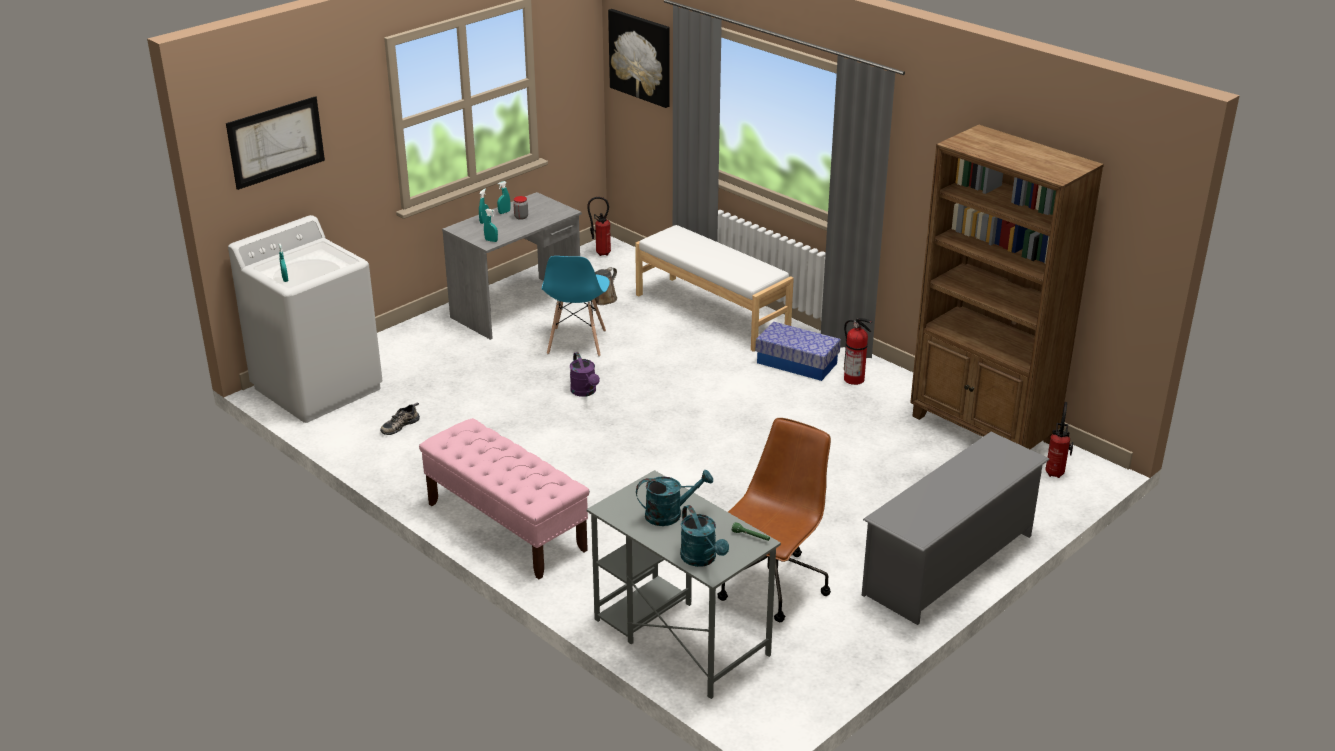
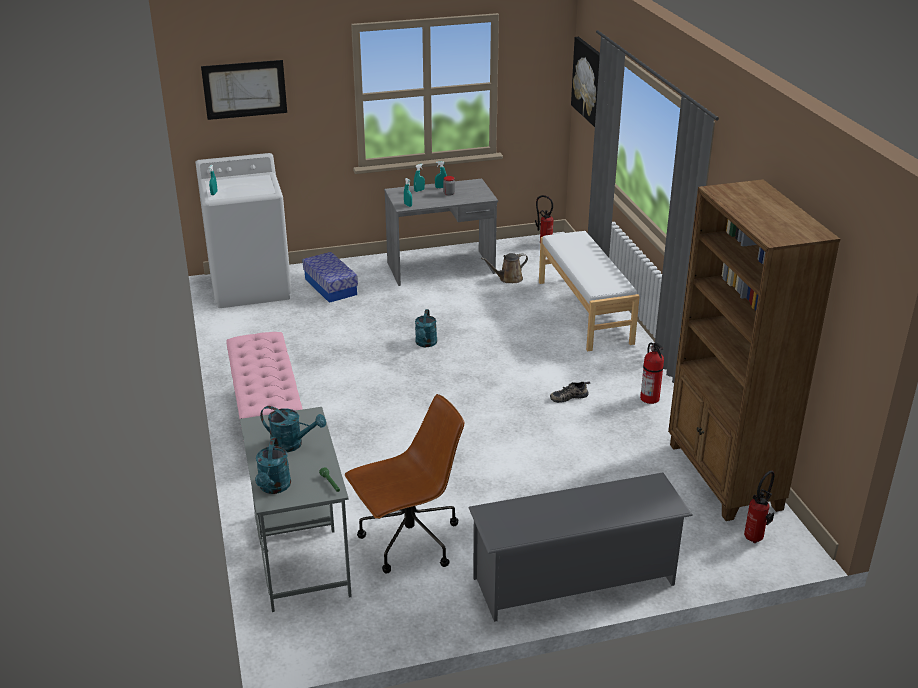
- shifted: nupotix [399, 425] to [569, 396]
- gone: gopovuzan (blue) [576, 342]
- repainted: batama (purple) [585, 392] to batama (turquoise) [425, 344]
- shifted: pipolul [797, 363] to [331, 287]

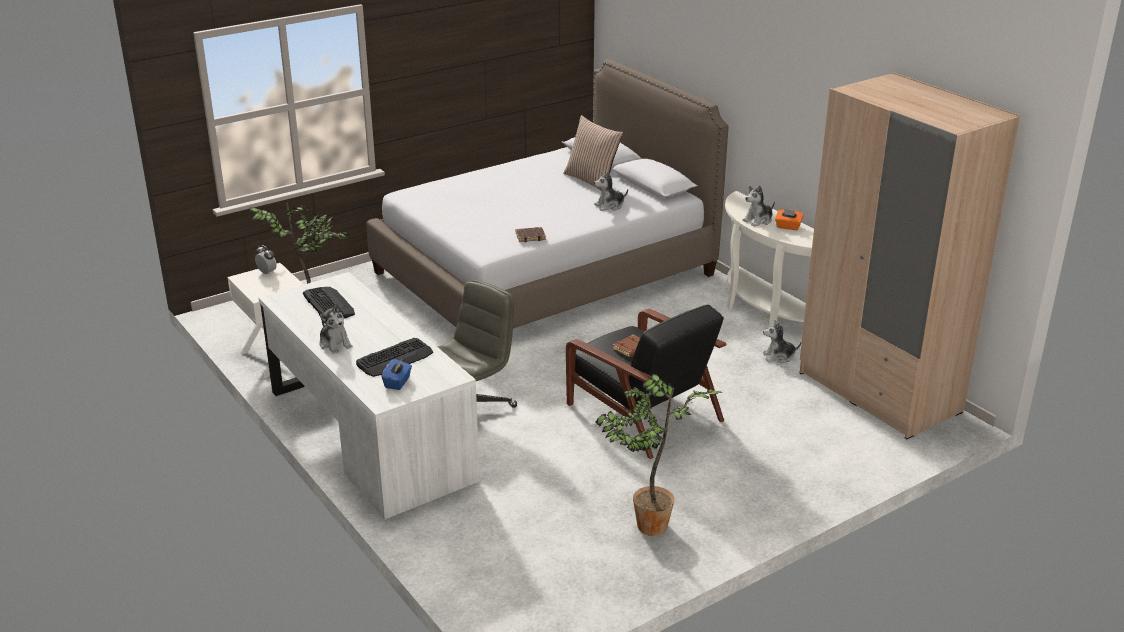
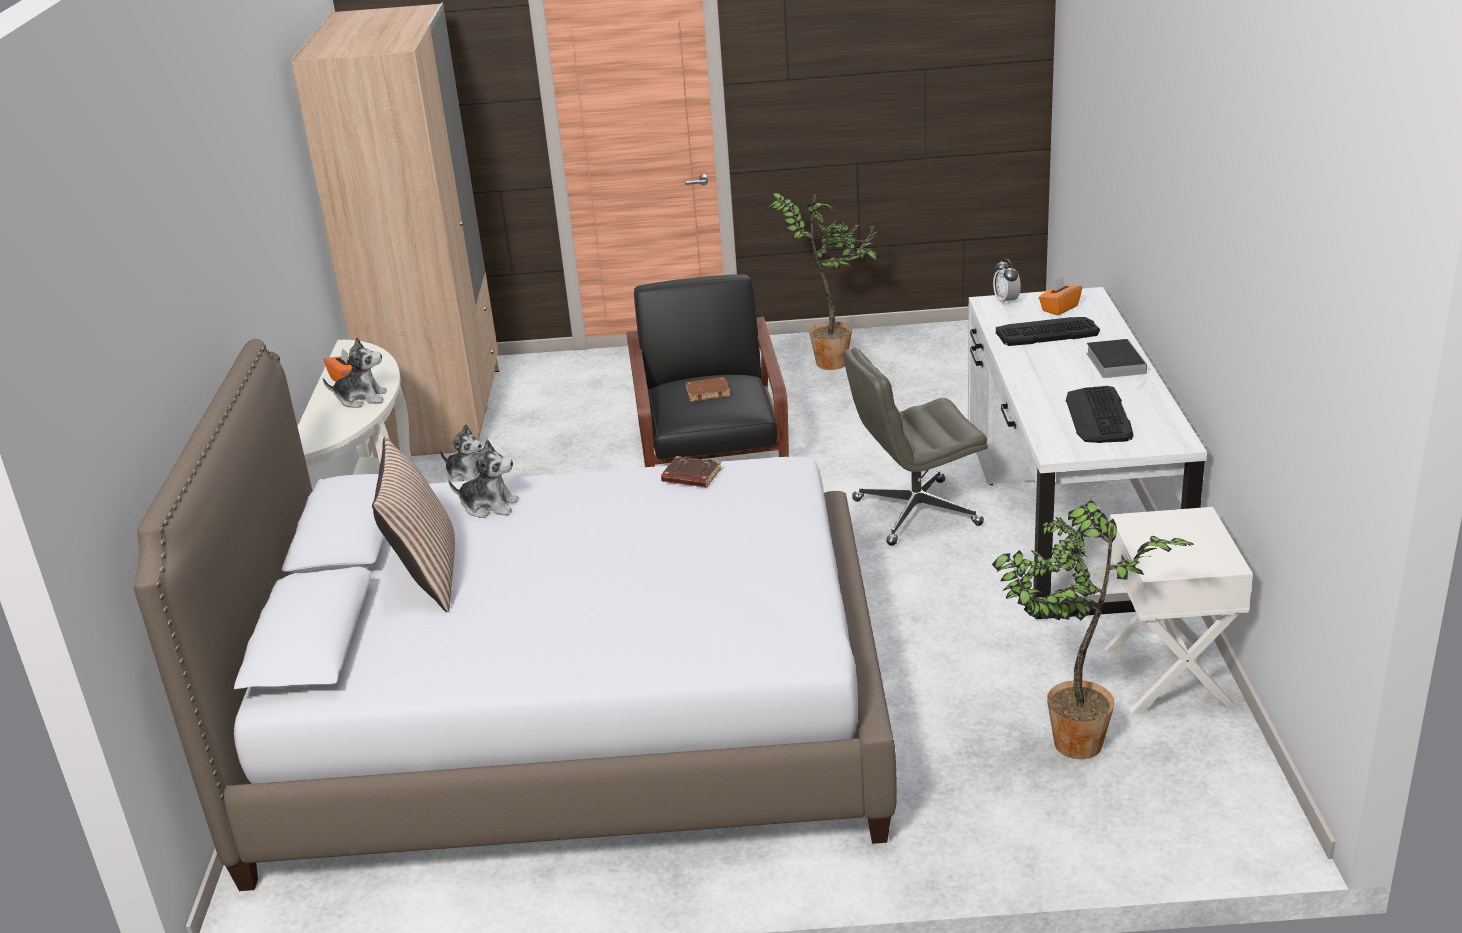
- shifted: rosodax [267, 273] to [1006, 301]
- swapped: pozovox [335, 344] to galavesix [1114, 362]
- repainted: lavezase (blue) [398, 382] to lavezase (orange) [1059, 308]

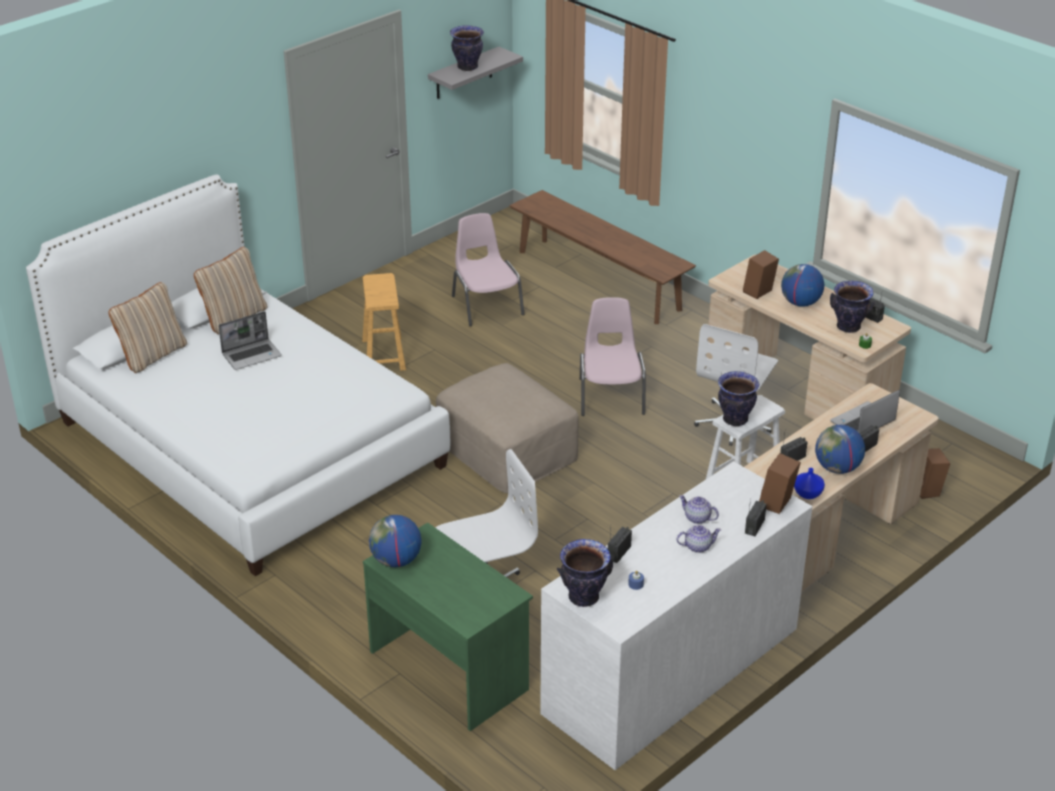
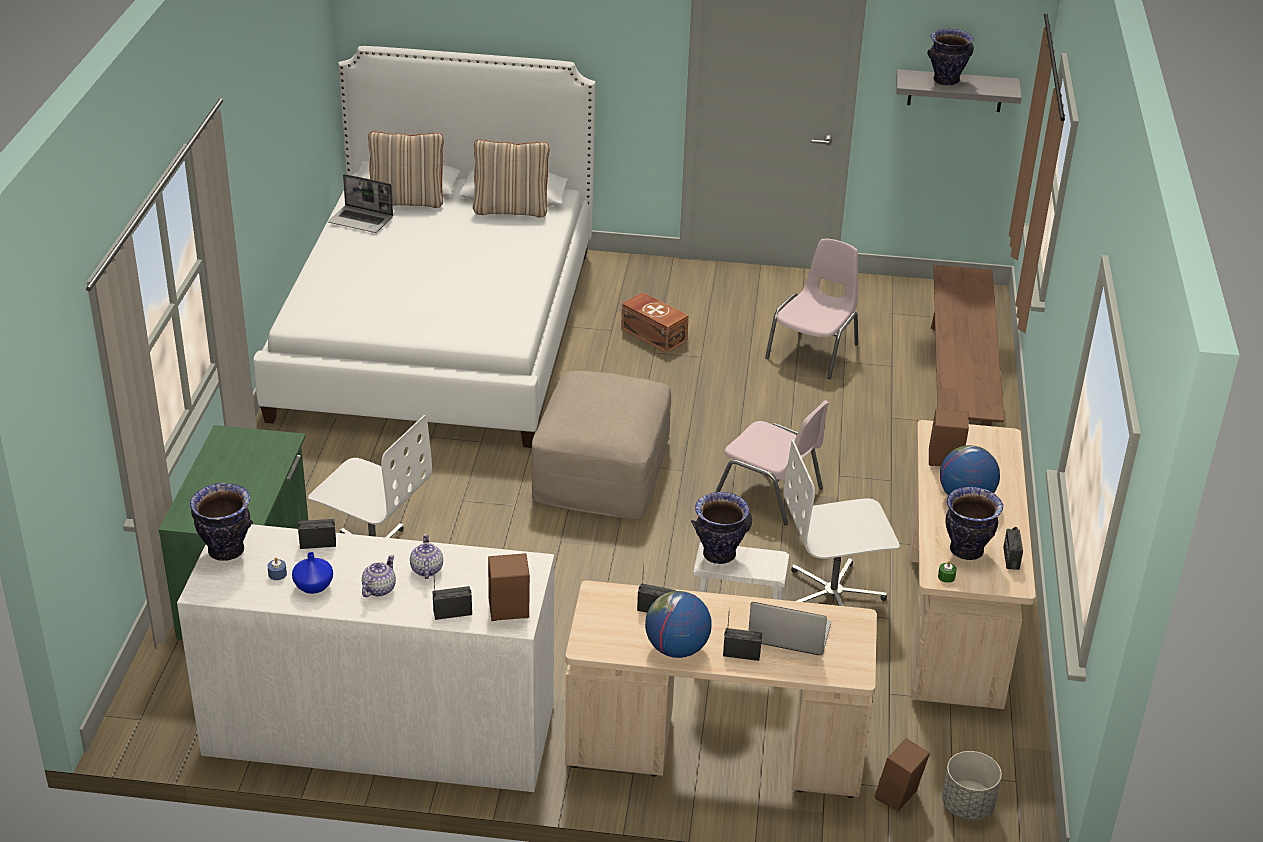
- shifted: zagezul [252, 355] to [362, 220]
- swapped: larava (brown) [383, 355] to pipolul (brown) [654, 334]
- gone: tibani [396, 561]
- rotated: gopovuzan (pink) [611, 395] = [770, 493] 75 degrees clockwise
- rotated: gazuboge [698, 546] = [379, 588] 105 degrees counterclockwise
- shifted: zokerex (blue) [807, 494] to [313, 586]
- new: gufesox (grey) [967, 806]

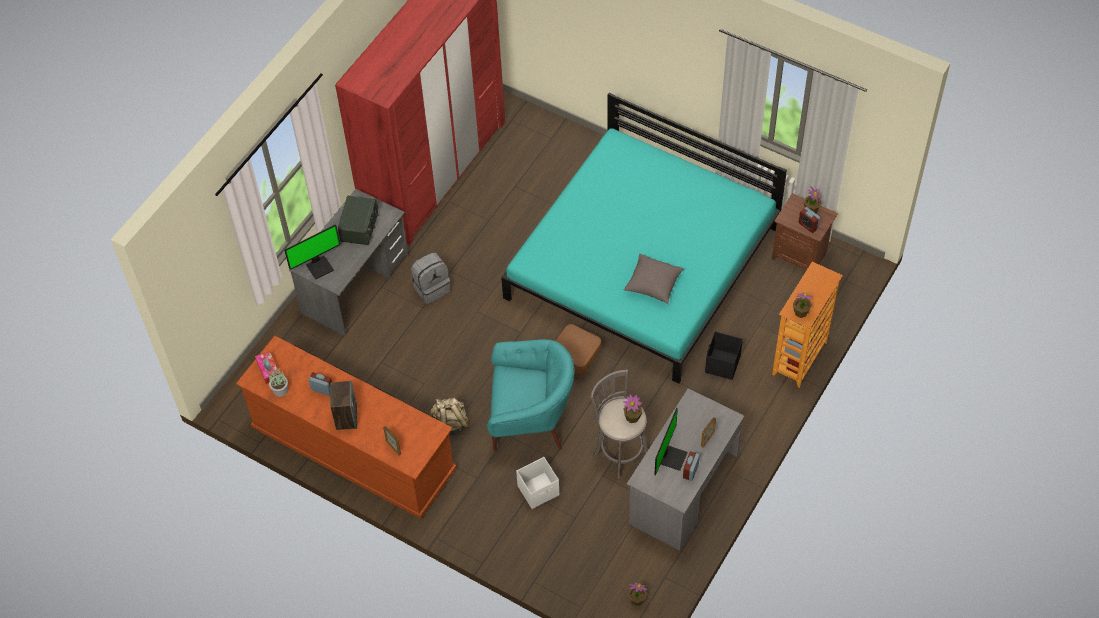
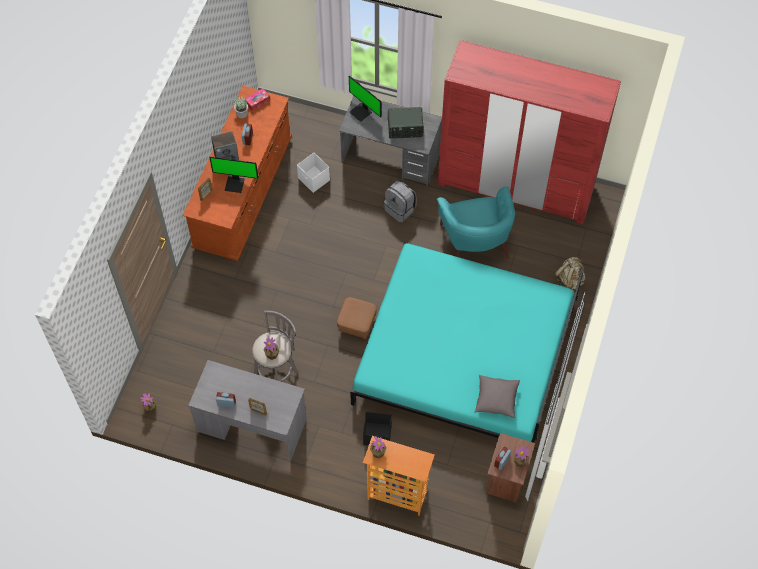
- shifted: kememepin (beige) [450, 424] to [570, 280]
- shifted: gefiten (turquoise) [530, 417] to [475, 241]
- shifted: pipolul (white) [539, 491] to [314, 180]
- shifted: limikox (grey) [653, 284] to [496, 399]
- shifted: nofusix [671, 457] to [235, 184]

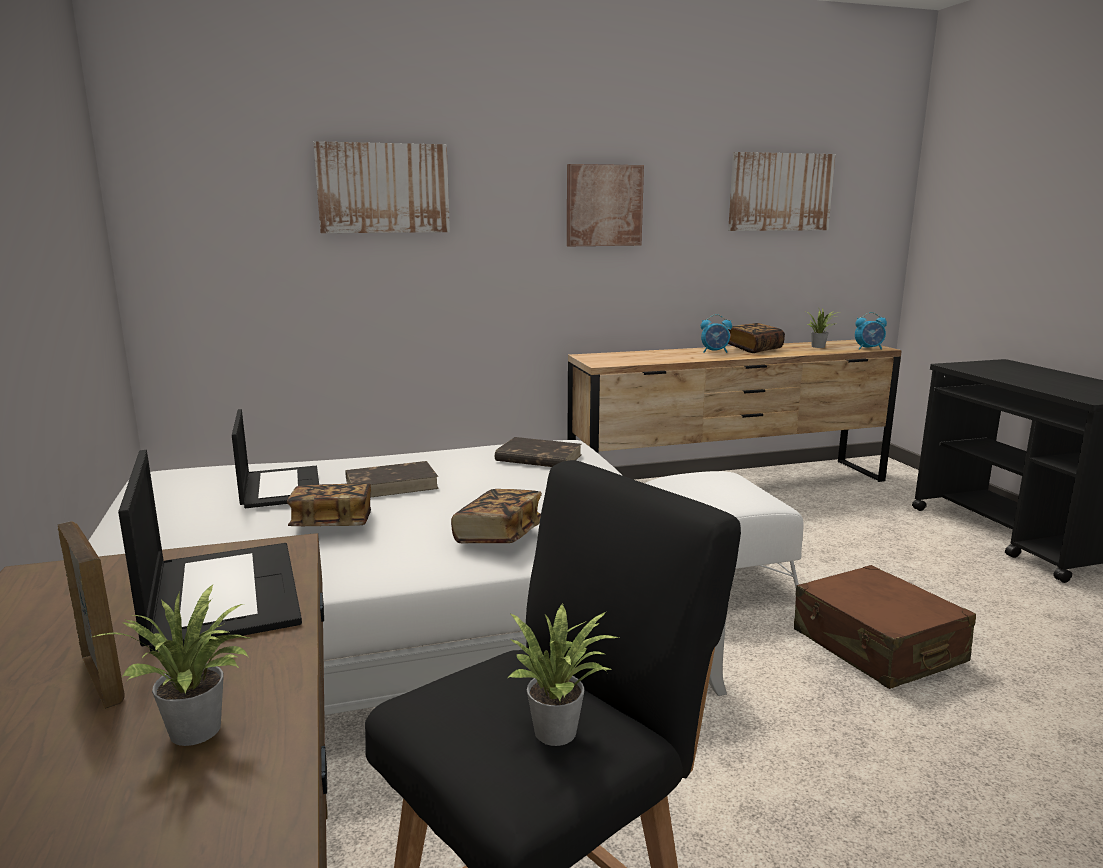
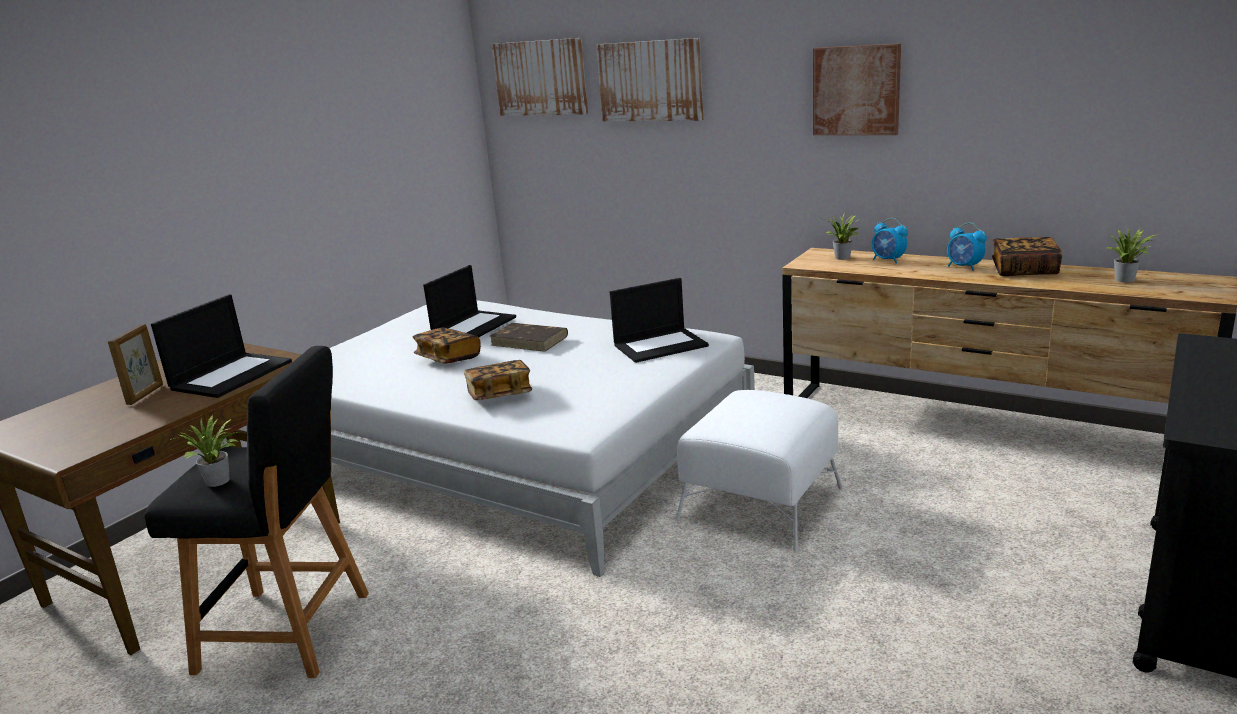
- shifted: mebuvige [198, 733] to [842, 258]
- swapped: galavesix (brown) [538, 458] to zagezul [660, 345]
- shifted: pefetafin [780, 192] to [541, 78]
- gone: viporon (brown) [877, 647]
- shifted: rosodax [869, 349] to [888, 260]

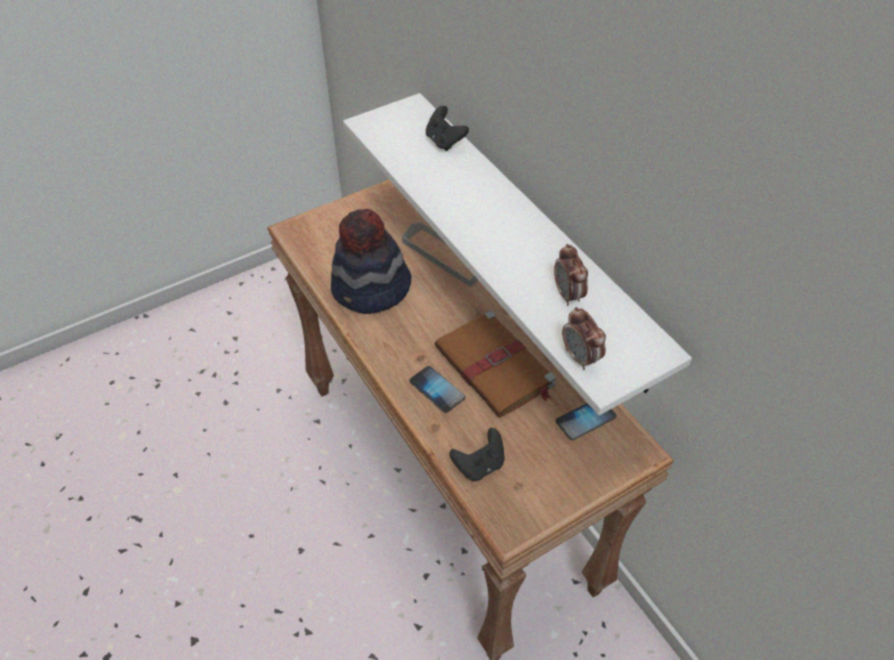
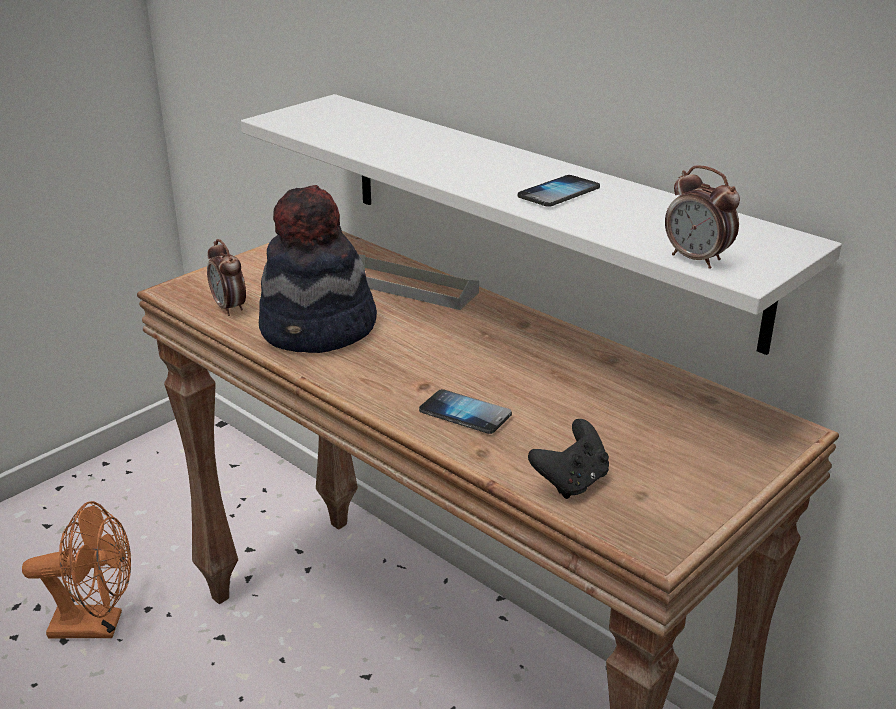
- gone: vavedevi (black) [444, 141]
- gone: galavesix (brown) [495, 368]
- shifted: rosodax [568, 295] to [229, 308]
- shifted: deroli [585, 419] to [559, 193]
- new: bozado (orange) [97, 625]

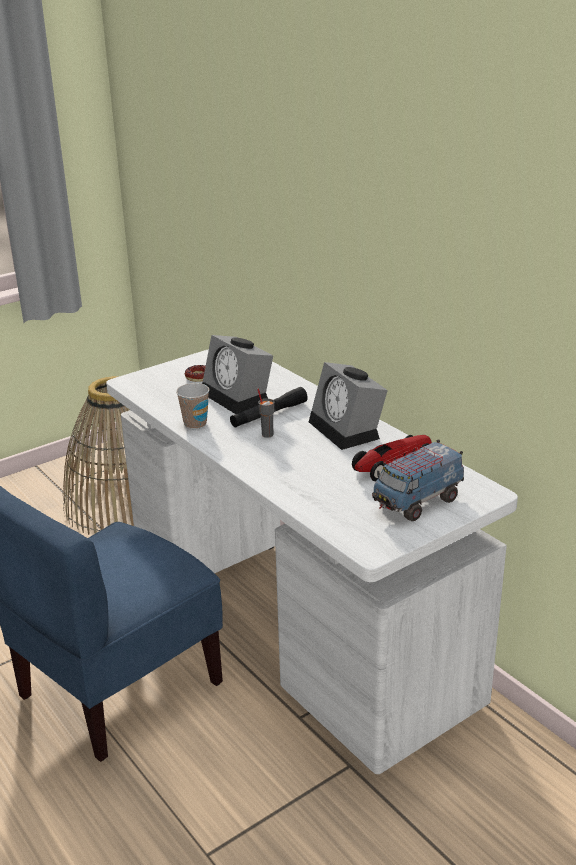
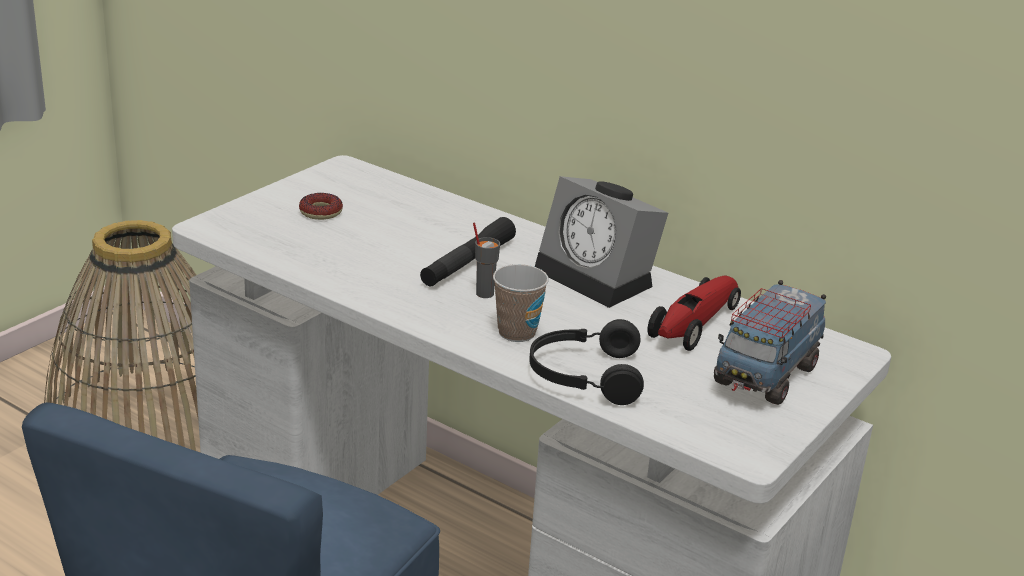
- shifted: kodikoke [195, 424] to [517, 333]
- gone: rosodax [239, 397]
- new: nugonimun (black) [584, 376]

